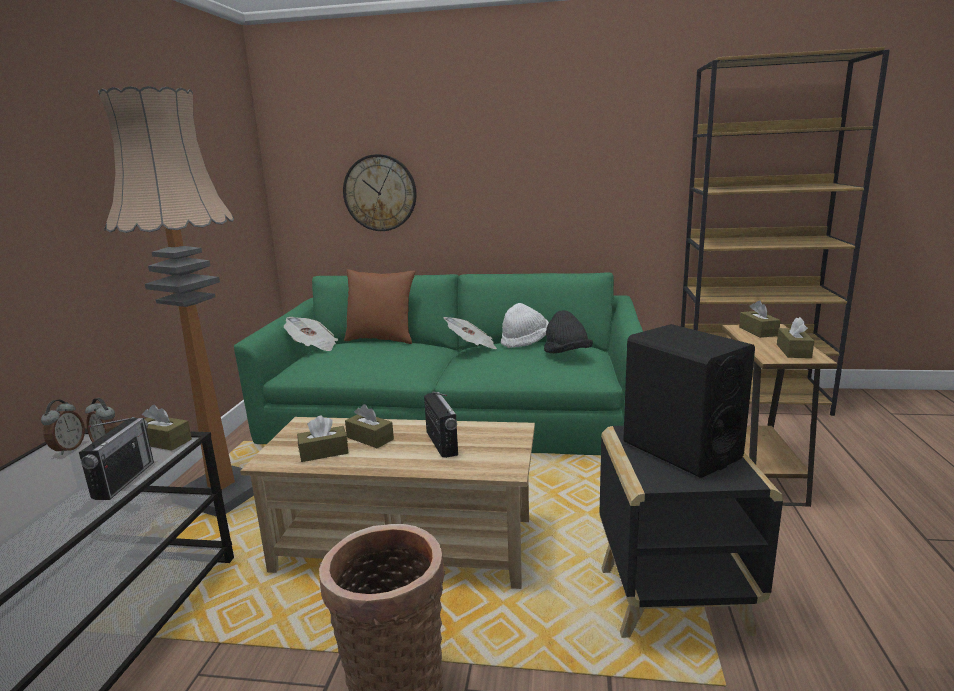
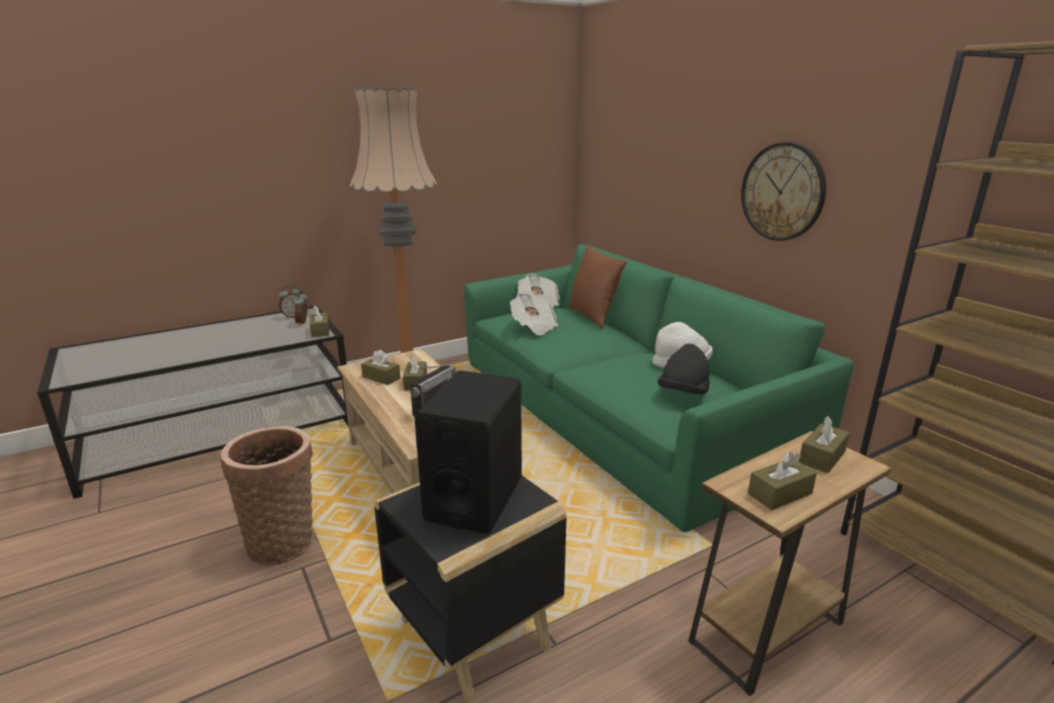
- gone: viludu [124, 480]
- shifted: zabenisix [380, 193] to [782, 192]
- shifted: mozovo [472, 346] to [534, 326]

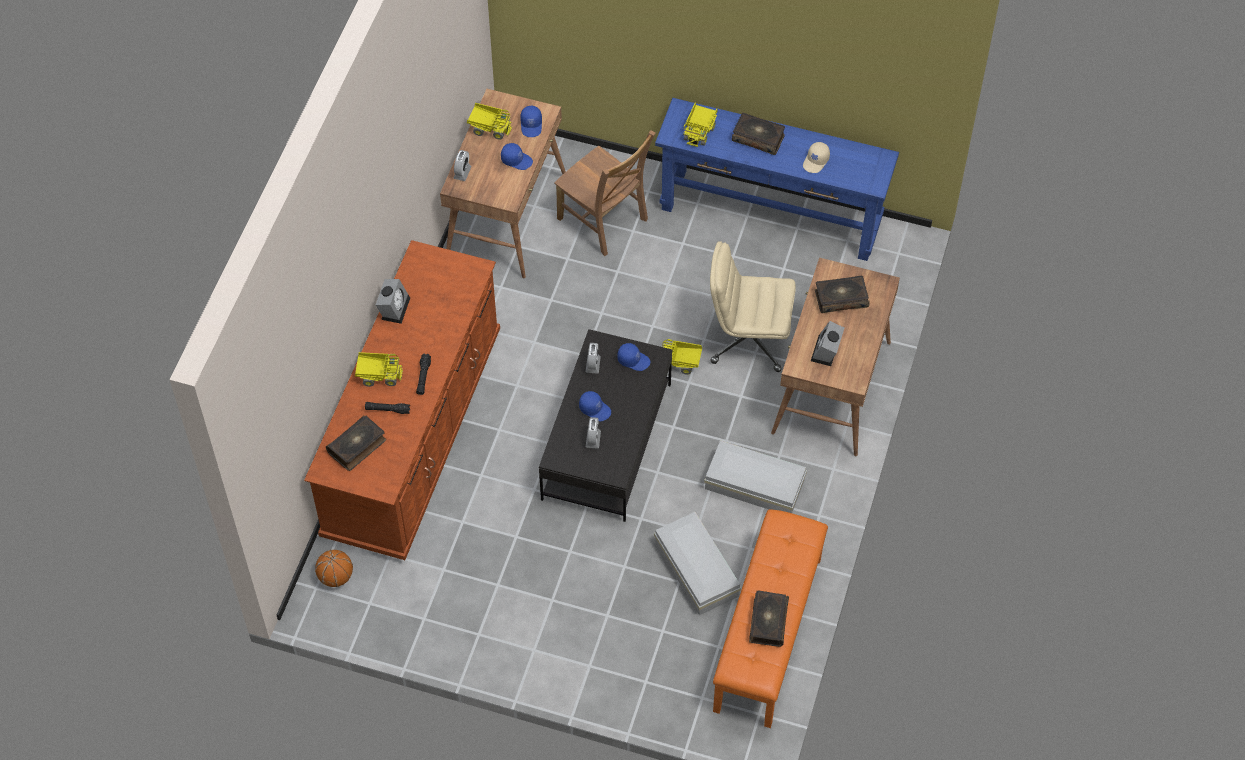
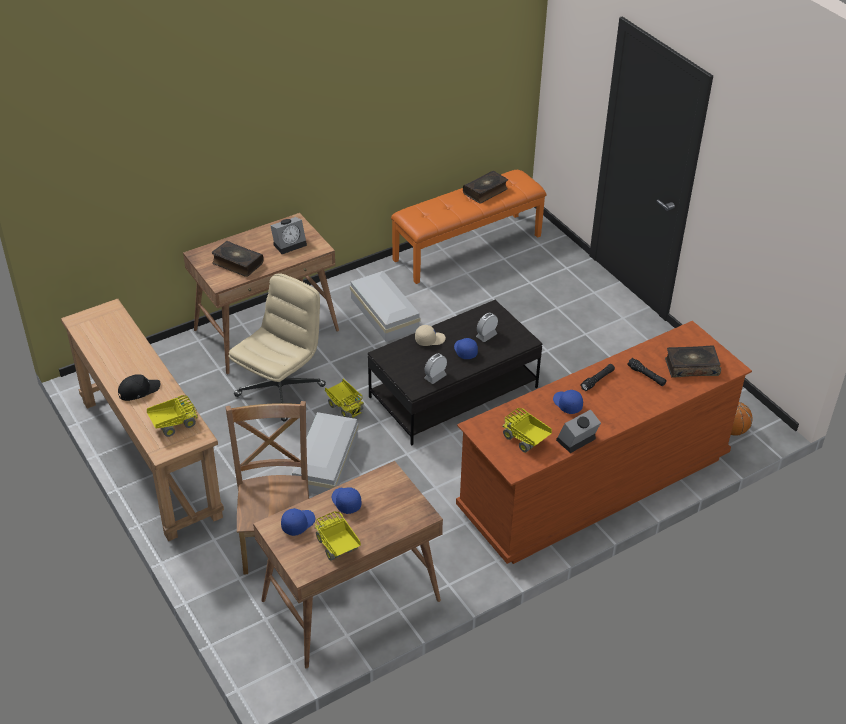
- shifted: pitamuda [378, 375] to [525, 440]
- gone: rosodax [462, 172]
- shifted: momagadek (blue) [633, 360] to [567, 404]
- shifted: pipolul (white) [696, 571] to [327, 461]
- repainted: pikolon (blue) [770, 214] to pikolon (brown) [150, 457]
- rotated: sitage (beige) [748, 339] = [280, 390] 105 degrees counterclockwise
- swapped: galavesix [758, 138] to momagadek (black) [138, 390]
- shifted: momagadek (beige) [816, 161] to [429, 339]

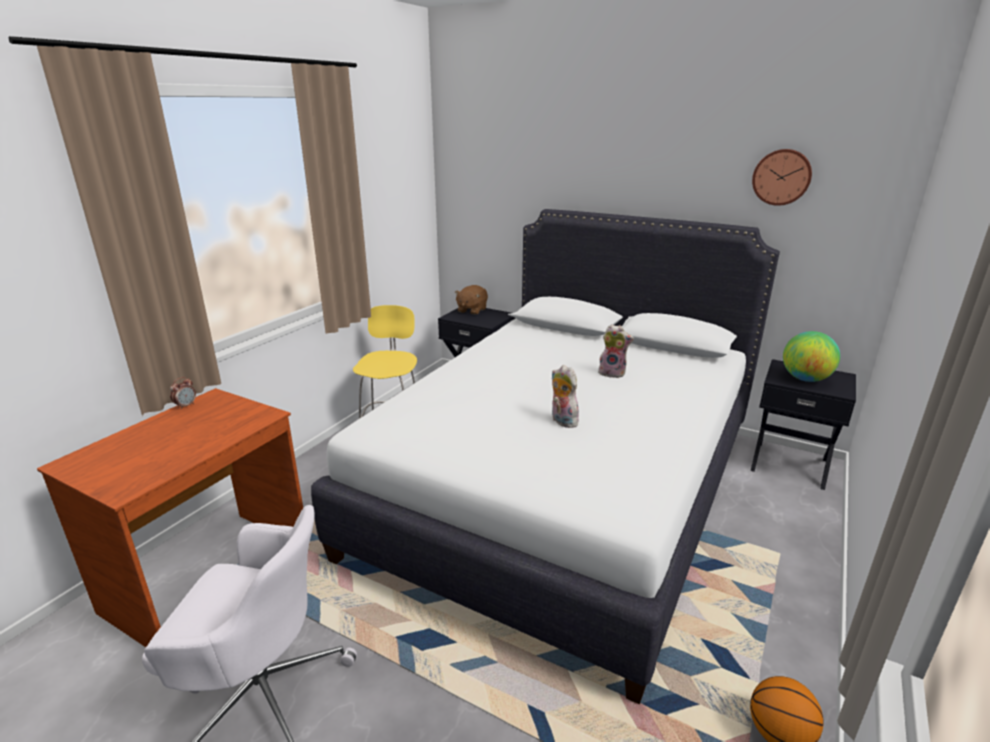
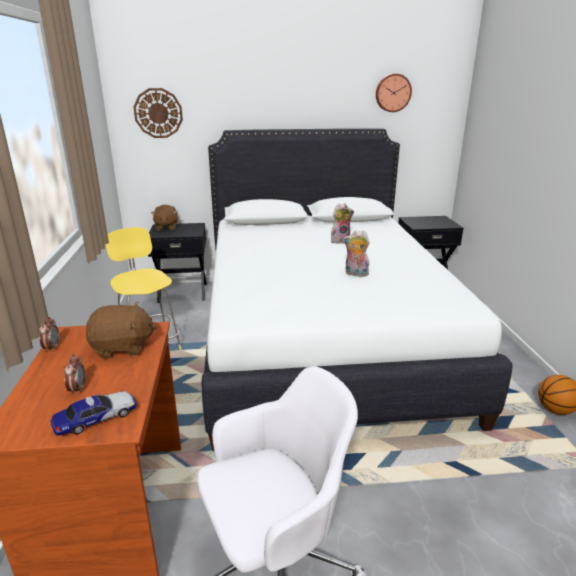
- gone: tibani [805, 379]
- new: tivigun [96, 418]
- new: rosodax [77, 389]
- new: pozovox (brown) [122, 347]
- new: zabenisix [158, 113]

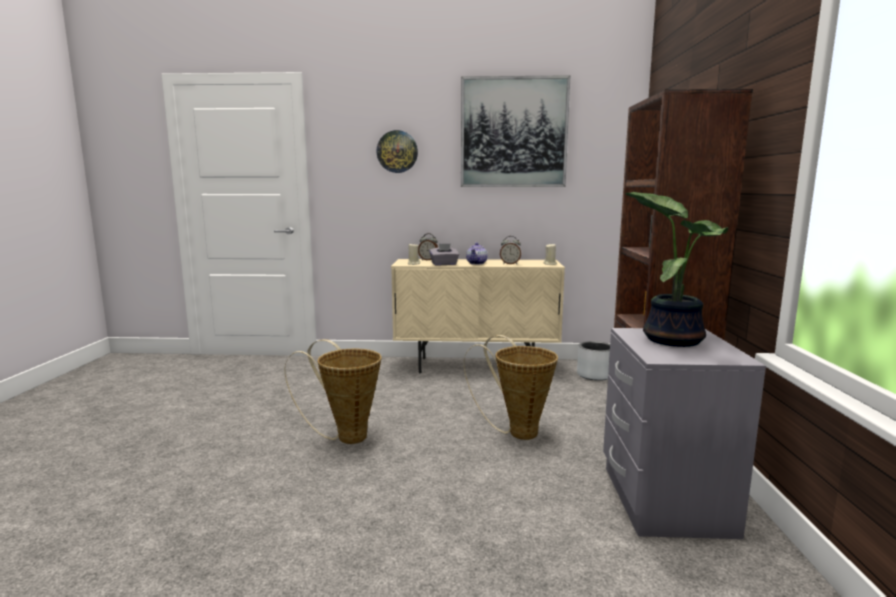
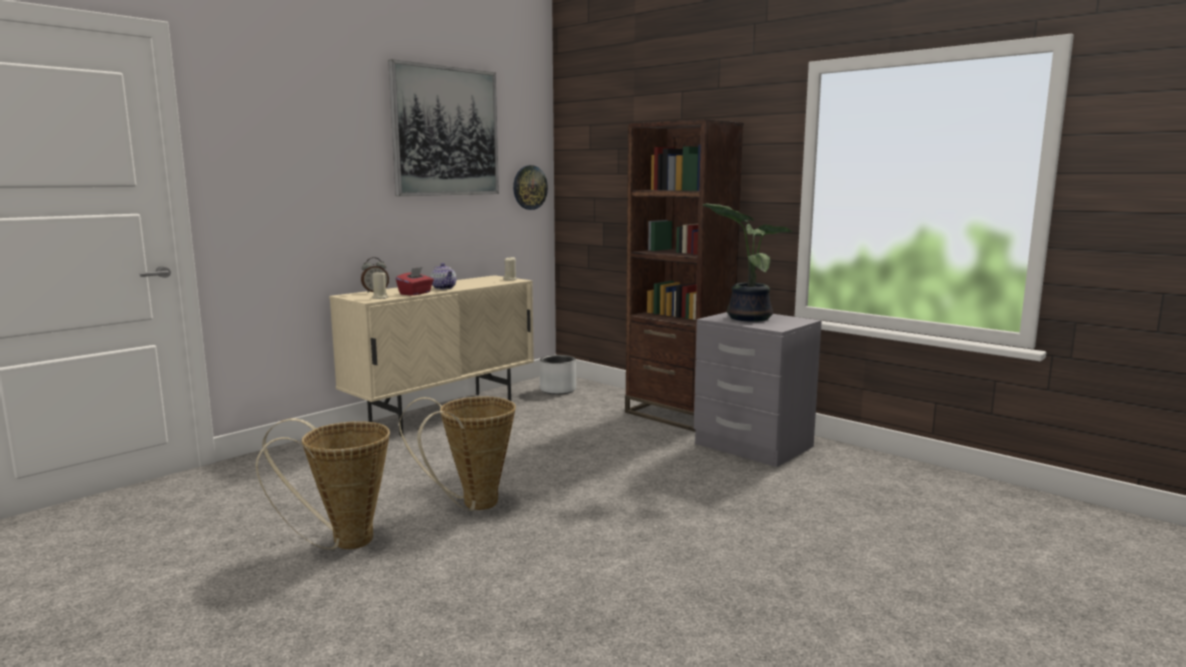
- shifted: zabenisix [397, 151] to [529, 187]
- repainted: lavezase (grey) [444, 264] to lavezase (red) [415, 293]
- shifted: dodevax [517, 432] to [342, 542]
- gone: rosodax [510, 264]

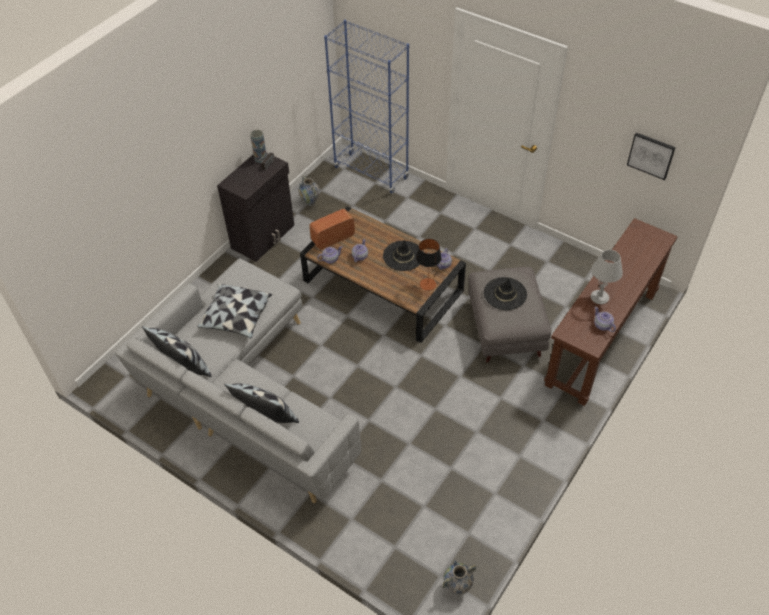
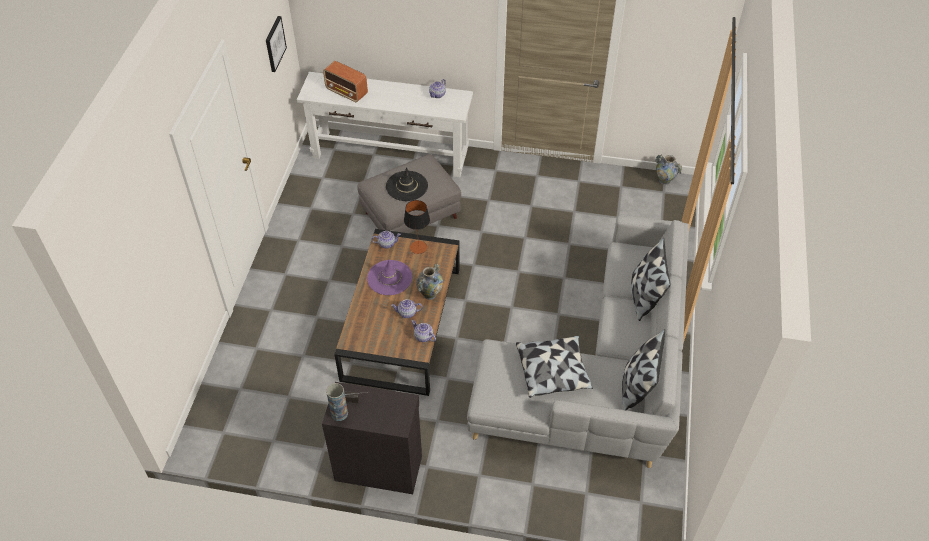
- shifted: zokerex [310, 202] to [430, 294]
- shifted: viludu [332, 239] to [347, 92]
- gone: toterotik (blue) [371, 173]
- repainted: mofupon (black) [403, 256] to mofupon (purple) [389, 278]
- repainted: pikolon (brown) [601, 338] to pikolon (white) [390, 154]
- gone: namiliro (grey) [599, 297]

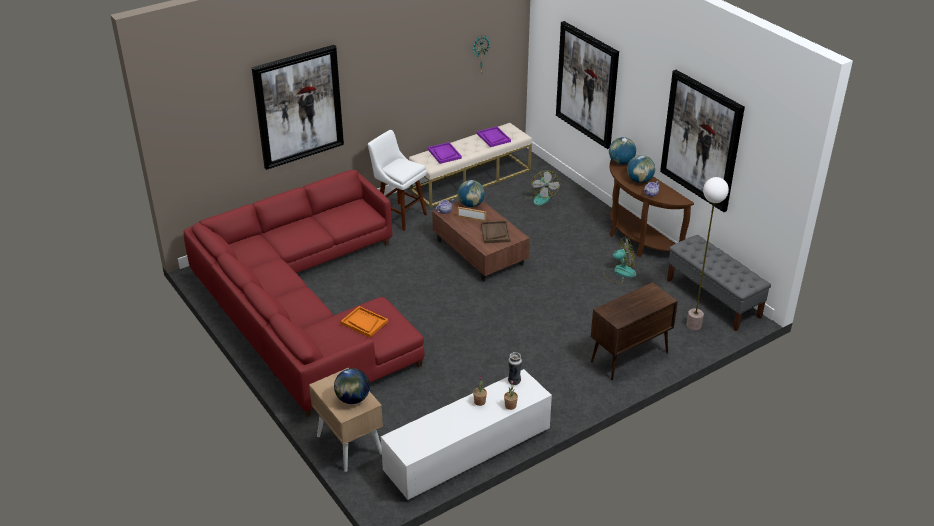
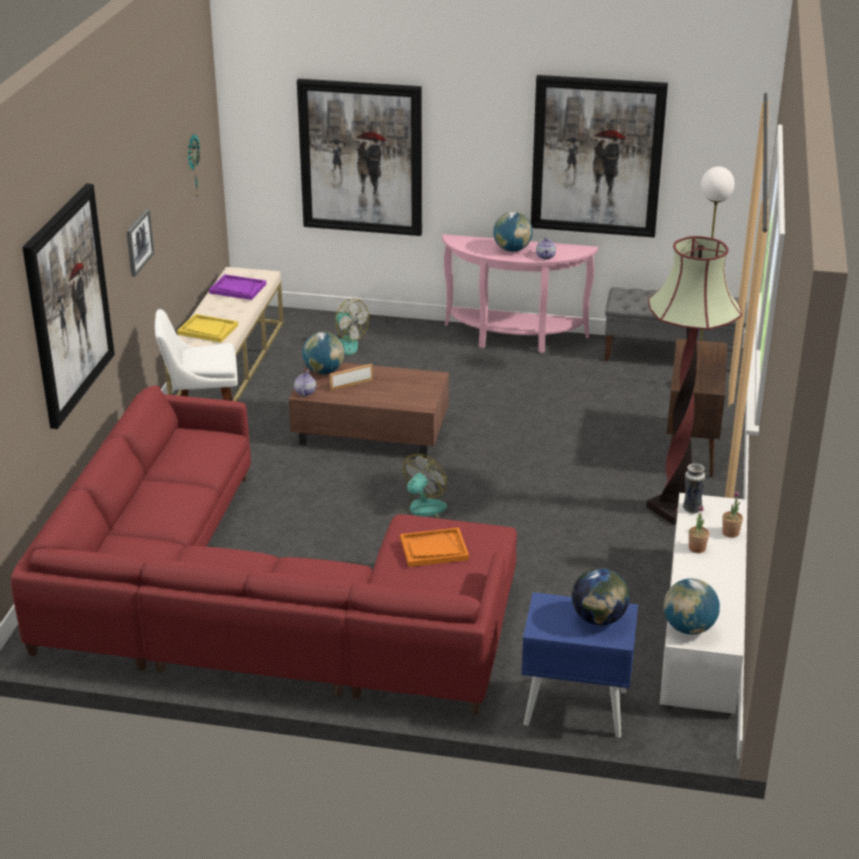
- repainted: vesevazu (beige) [349, 444] to vesevazu (blue) [574, 707]
- repainted: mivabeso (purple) [444, 154] to mivabeso (yellow) [207, 330]
- gone: mivabeso (brown) [495, 233]
- shifted: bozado [619, 272] to [422, 512]
- shifted: tibani [621, 162] to [688, 628]
- repainted: pikolon (brown) [636, 240] to pikolon (pink) [513, 339]
- new: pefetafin [138, 242]
- new: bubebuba [674, 509]

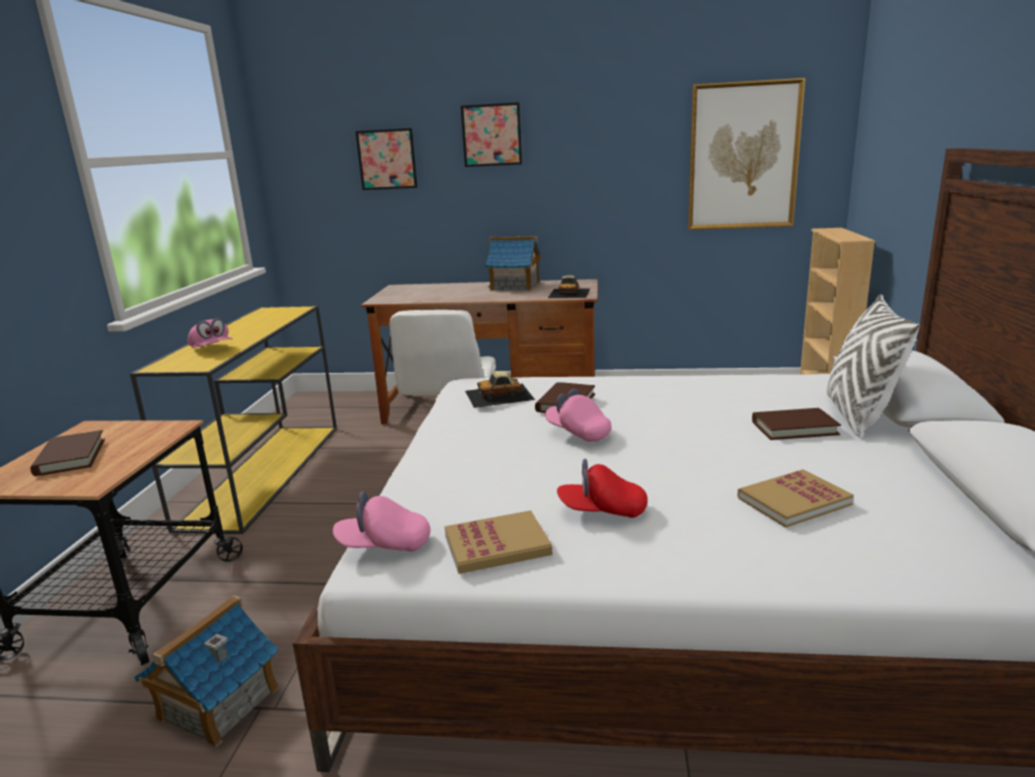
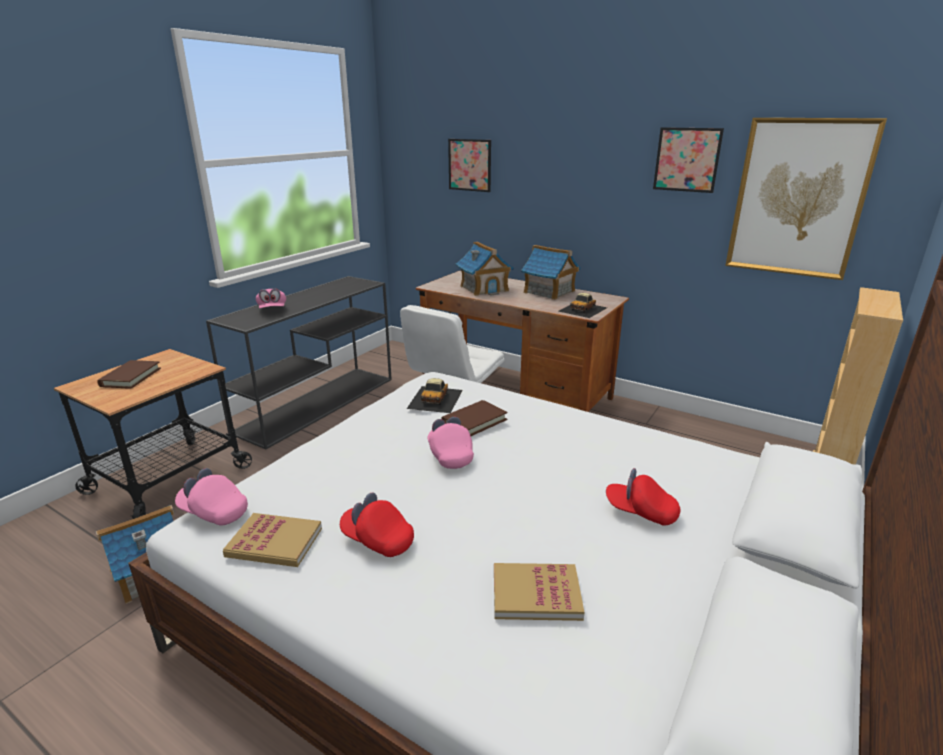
- repainted: pikolon (yellow) [265, 472] to pikolon (black) [318, 403]
- shifted: pefetafin [491, 135] to [687, 159]
- rotated: tivigun [499, 395] = [435, 399] 90 degrees counterclockwise
- swapped: galavesix (brown) [794, 428] to momagadek (red) [640, 512]
- gone: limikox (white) [858, 415]
- new: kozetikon [484, 288]

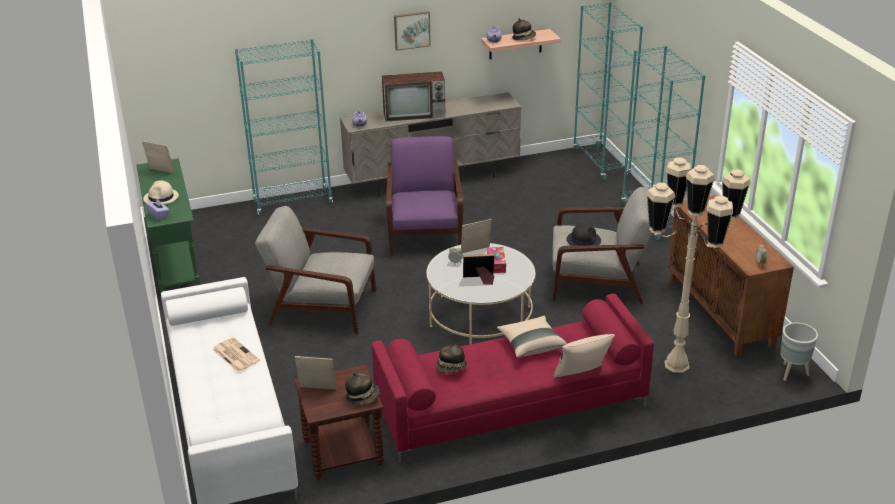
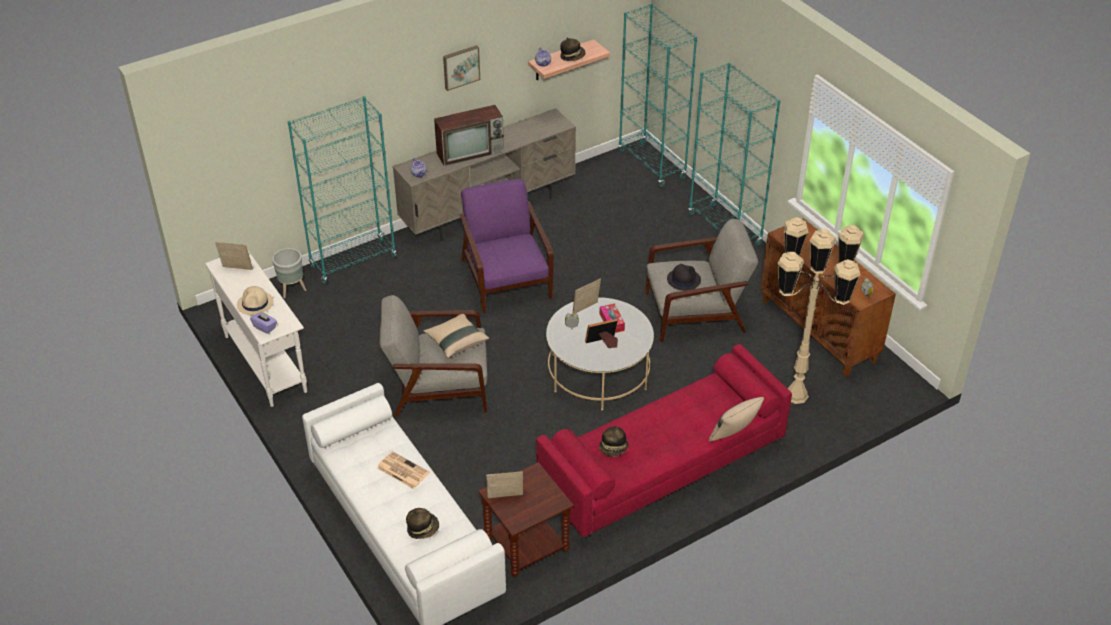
- repainted: pikolon (green) [176, 267] to pikolon (white) [265, 363]
- shifted: mofupon [362, 397] to [423, 528]
- shifted: limikox (beige) [531, 345] to [456, 342]
- shifted: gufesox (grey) [792, 372] to [292, 290]

